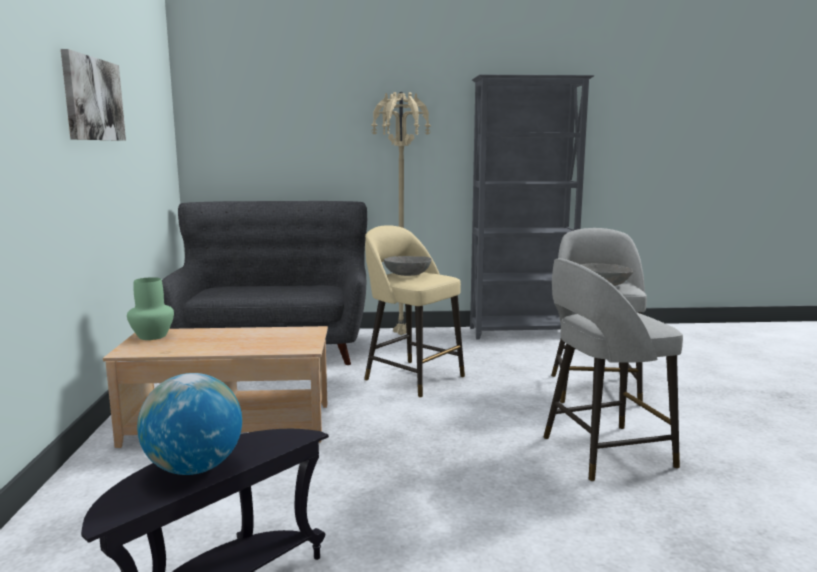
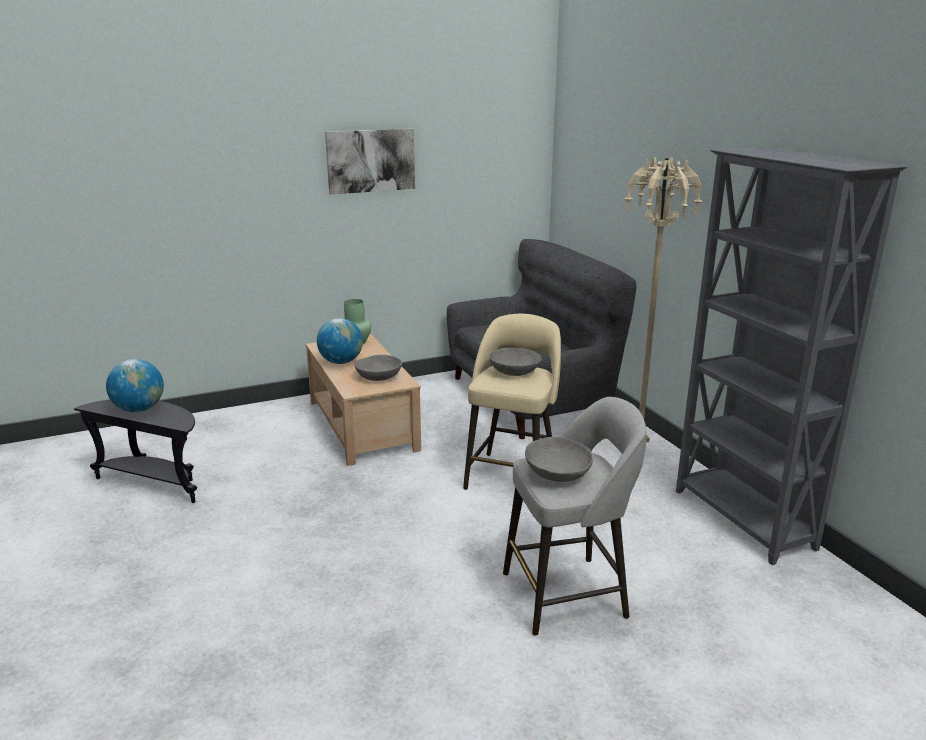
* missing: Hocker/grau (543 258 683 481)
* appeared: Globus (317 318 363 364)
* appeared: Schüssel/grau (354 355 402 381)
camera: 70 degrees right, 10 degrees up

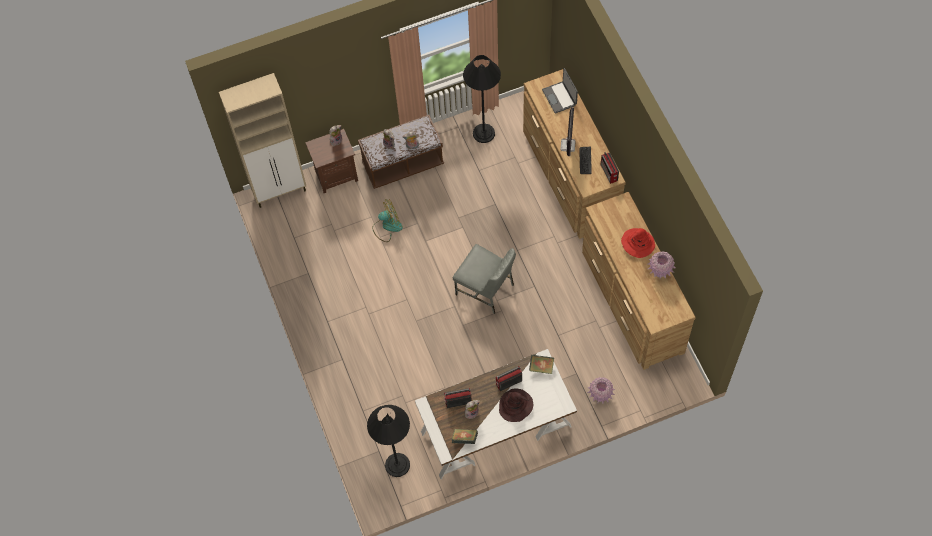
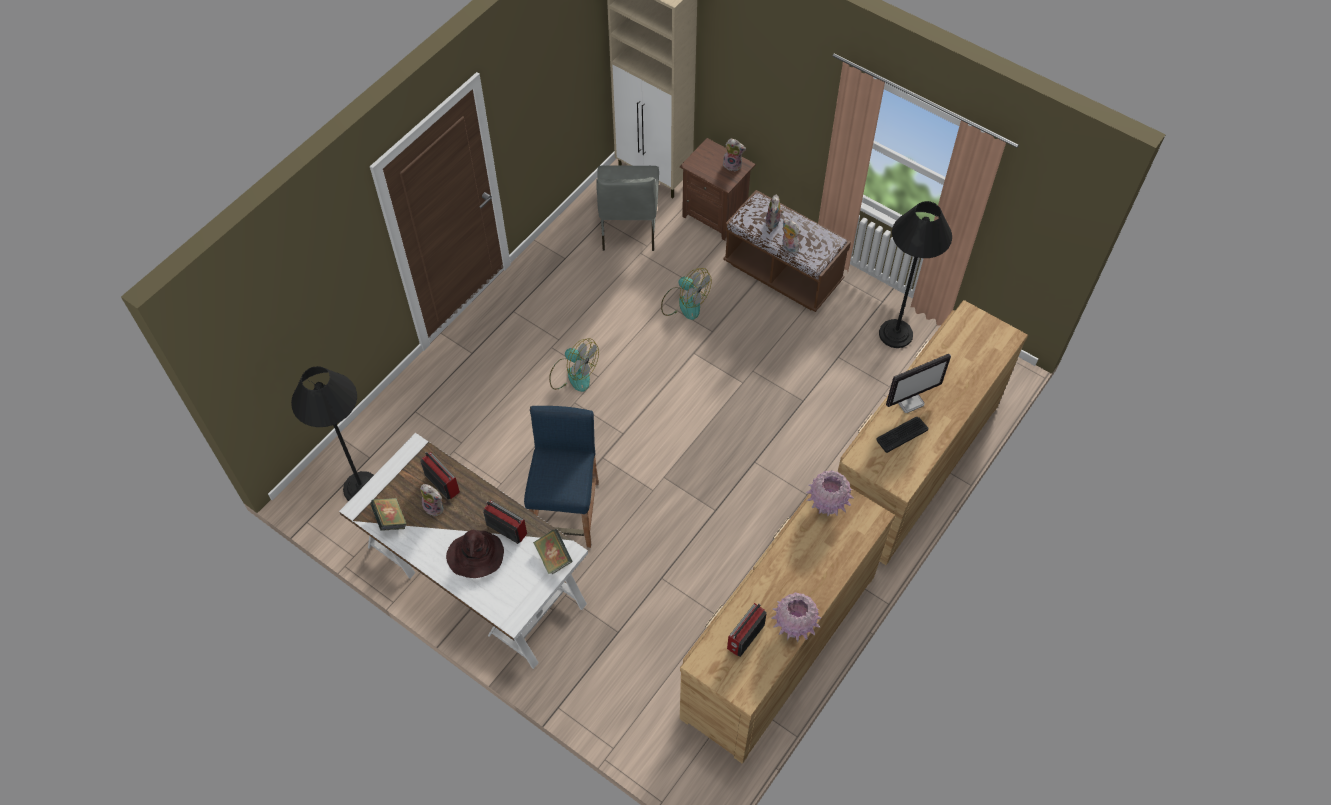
* missing: Laptop (542 68 578 113)
* relocated: Radio (601 152 619 184) to (727 603 767 657)
* missing: Hut/rot (621 228 655 258)
* relocated: Stuhl/grau (453 244 516 314) to (596 165 659 251)
* relocated: Vase/rosa (587 377 615 404) to (805 470 853 516)
* appeared: Ventilator (549 338 599 392)
* appeared: Hocker/blau (524 406 599 548)
camera: 55 degrees right, 5 degrees down

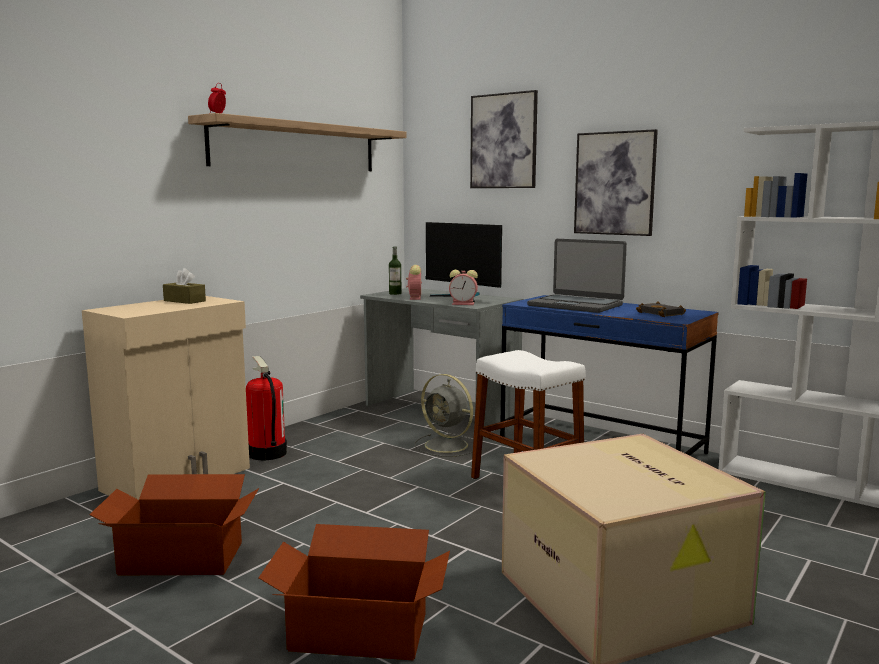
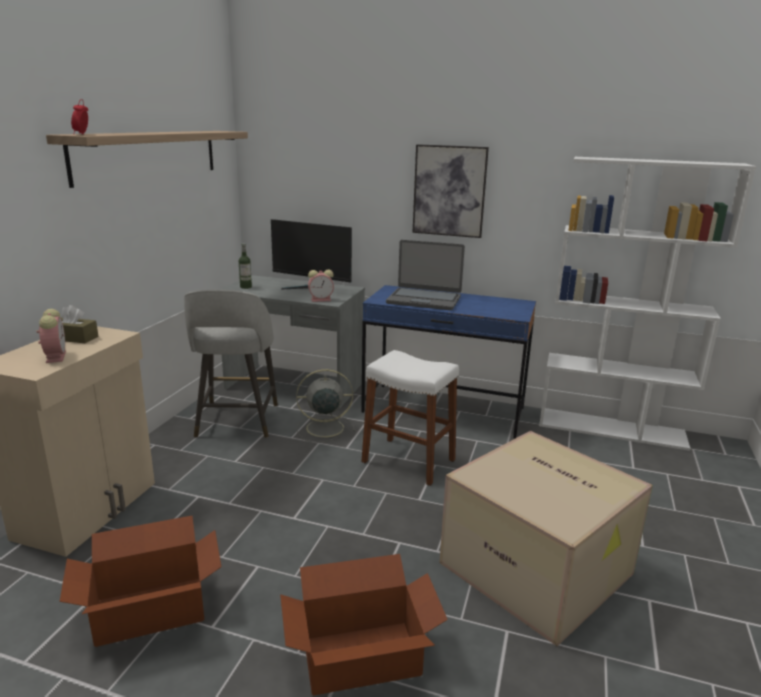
* missing: Bild (470 90 538 188)
* relocated: Wecker (406 265 422 300) to (36 309 66 363)
* missing: Buch/schwarz (636 302 686 317)
* missing: Feuerlöscher (246 356 287 460)
* spun: Ventilator/grau (414 374 473 457) = (296 369 355 443) 150 degrees clockwise
* appeared: Hocker/grau (184 289 278 438)
camera: 20 degrees left, 10 degrees up

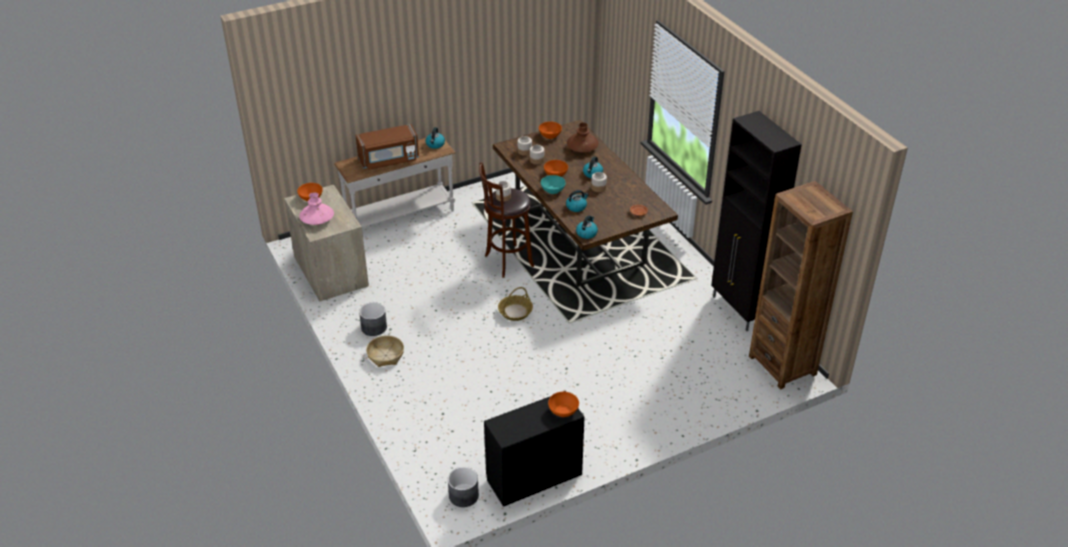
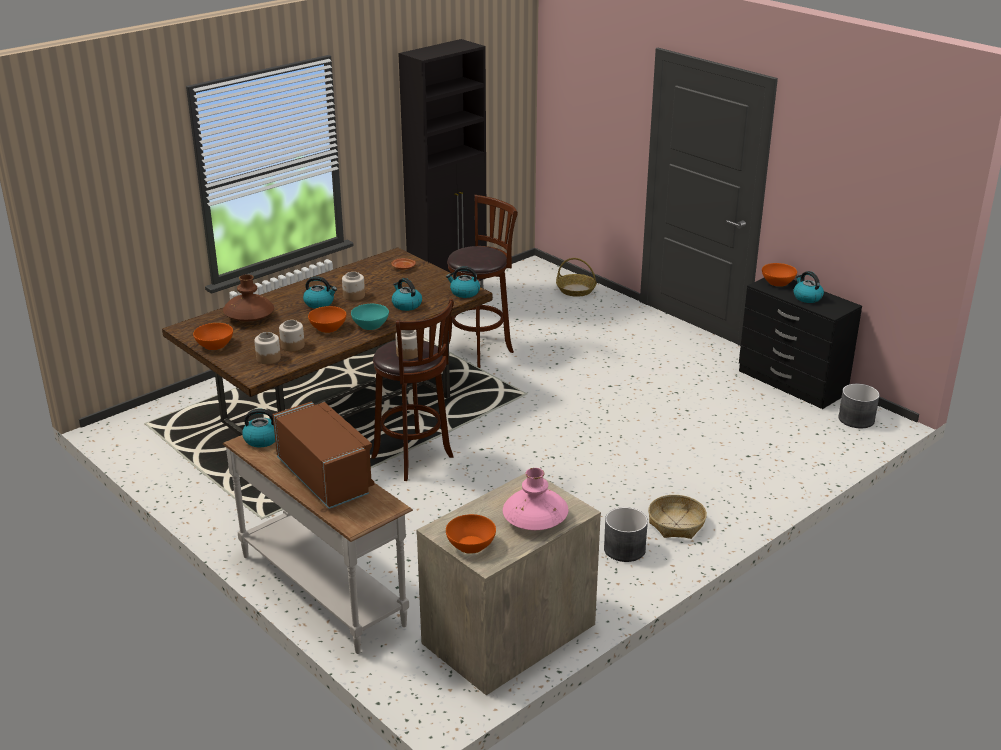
* missing: Bücherregal/braun (749 181 853 390)
* relocated: Korb (498 287 533 321) to (556 258 597 297)
* appeared: Hocker/braun (447 195 518 368)
* appeared: Wasserkessel (793 271 824 303)
camera: 105 degrees left, 10 degrees down

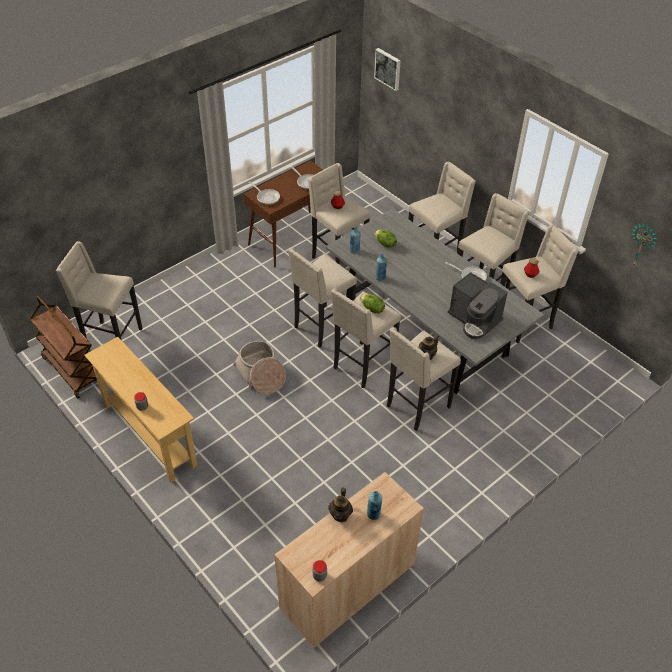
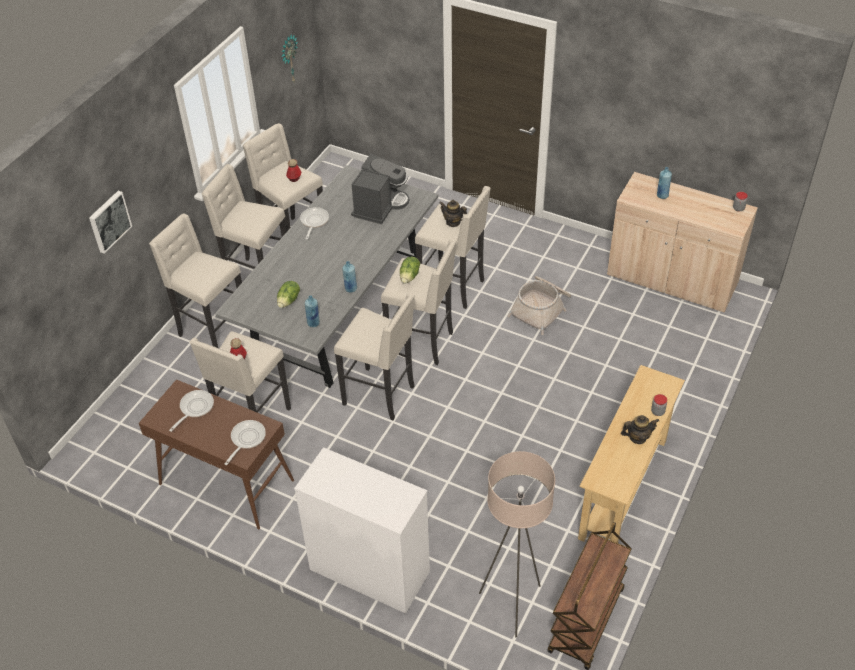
* relocated: Bild (374 48 401 91) to (89 191 132 254)
* exchanged: Hocker/beige (56 241 143 349) to Stehlampe/beige (479 451 555 638)
* relocated: Korb (233 341 286 394) to (507 276 571 335)
* relocated: Teekanne (328 488 353 522) to (621 415 659 444)
* appeared: Kommode/weiß (294 447 430 613)
camera: 110 degrees left, 0 degrees up

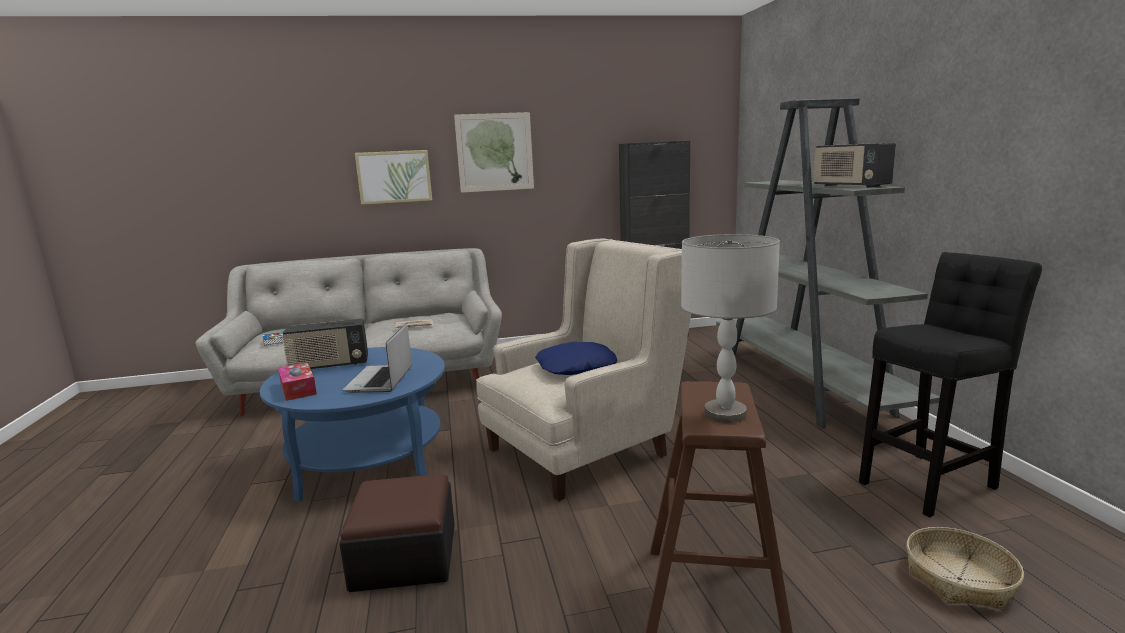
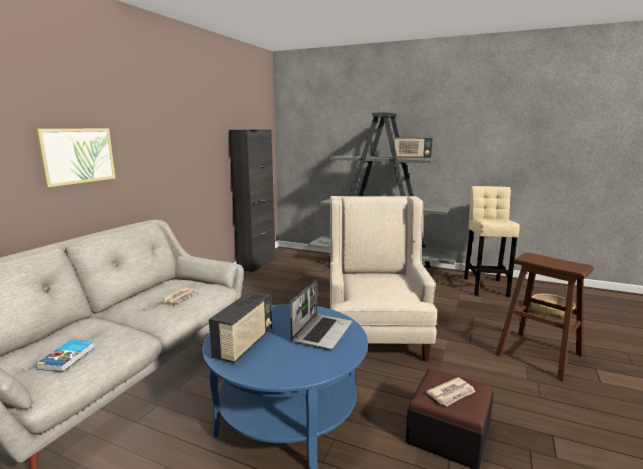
* missing: Bild (454 112 534 193)
* missing: Tischlampe/grau (681 234 780 423)
* colour: Hocker/schwarz (859 252 1042 517) to Hocker/beige (464 186 520 297)
* spun: Laptop (343 323 412 393) = (290 280 352 350) 105 degrees counterclockwise
* missing: Kissen/blau (535 342 618 375)
* missing: Taschentuchbox (278 362 317 401)
* appeared: Zeitung (426 377 476 407)
camera: 55 degrees left, 0 degrees up

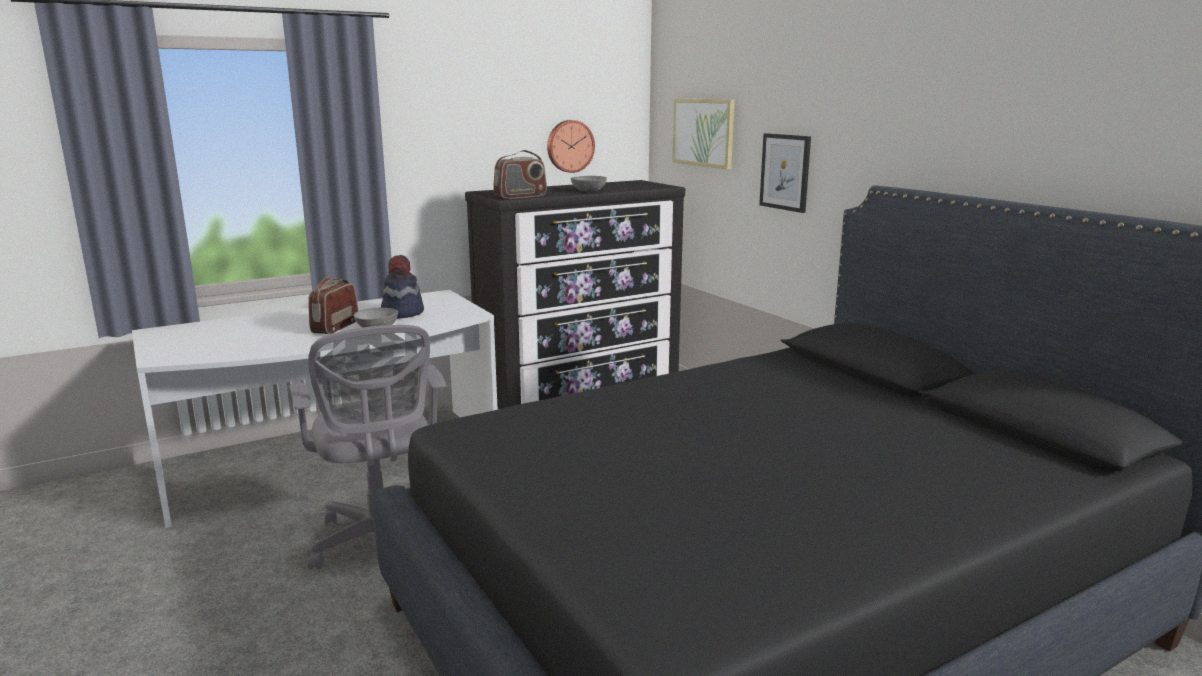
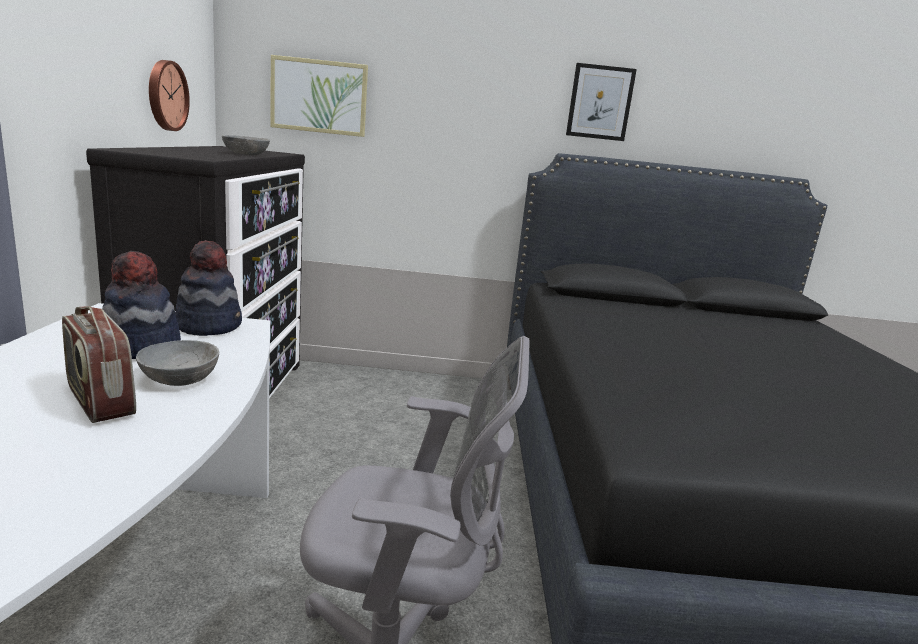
* relocated: Bild (759 133 811 213) to (566 63 637 141)
* missing: Radio (493 150 547 199)
* appeared: Hut (175 240 242 336)
camera: 60 degrees left, 0 degrees up

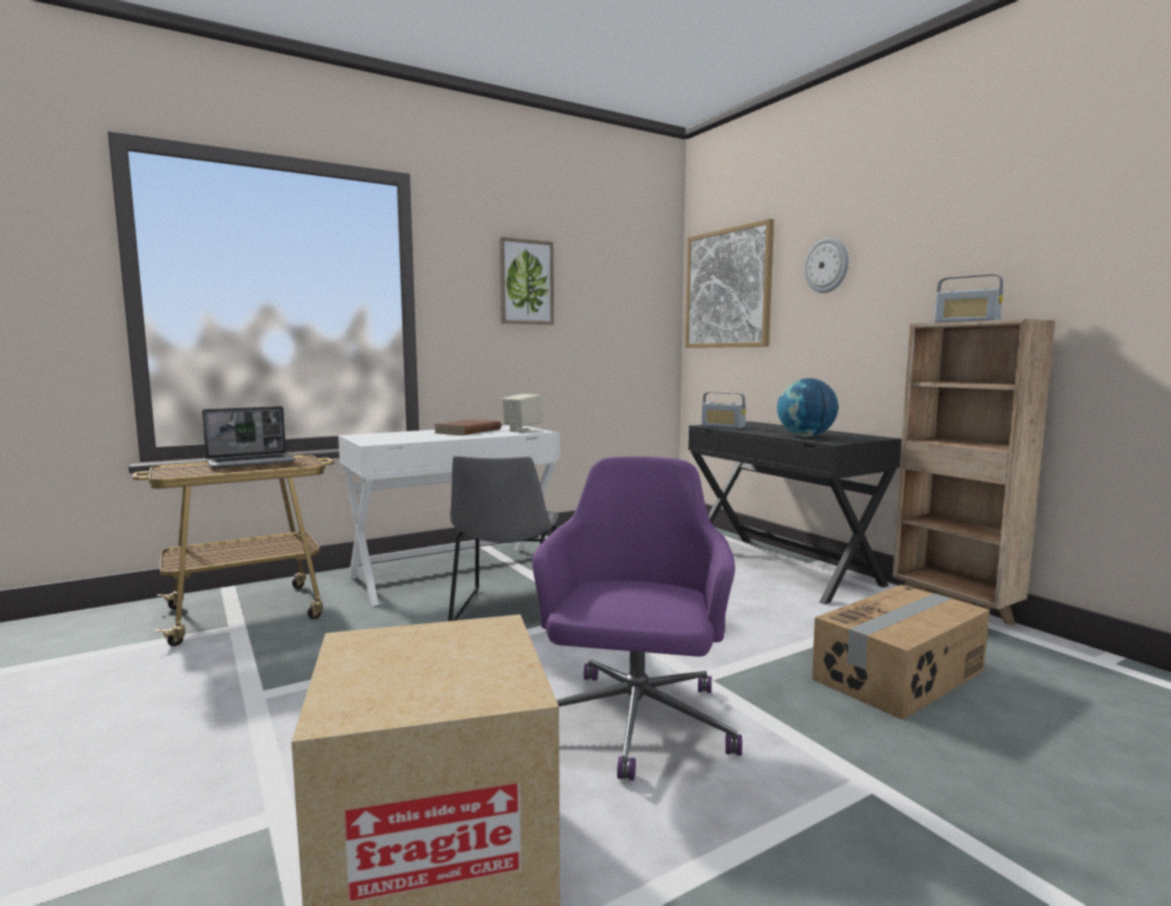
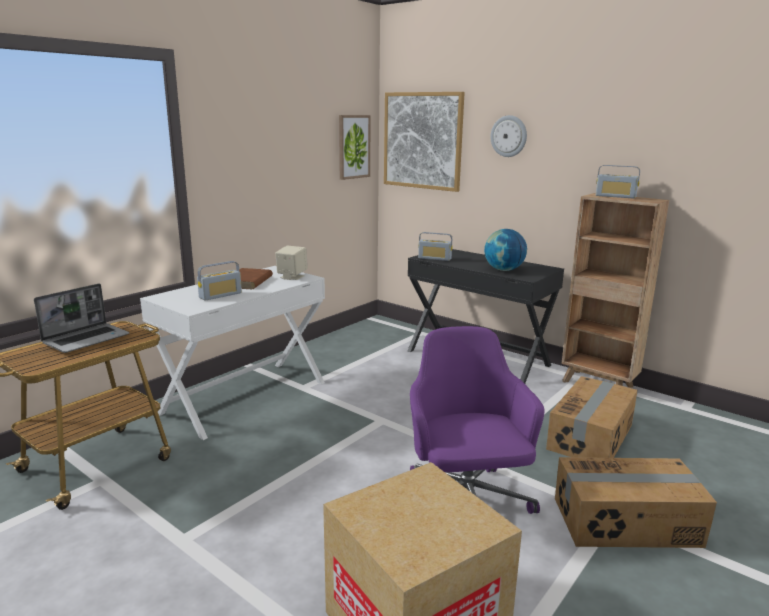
* relocated: Bild (499 237 554 325) to (339 115 371 180)
* missing: Stuhl/grau (448 456 559 632)
* appeared: Radio (197 261 242 301)
* appeared: Karton (555 457 717 548)
camera: 20 degrees left, 10 degrees up

